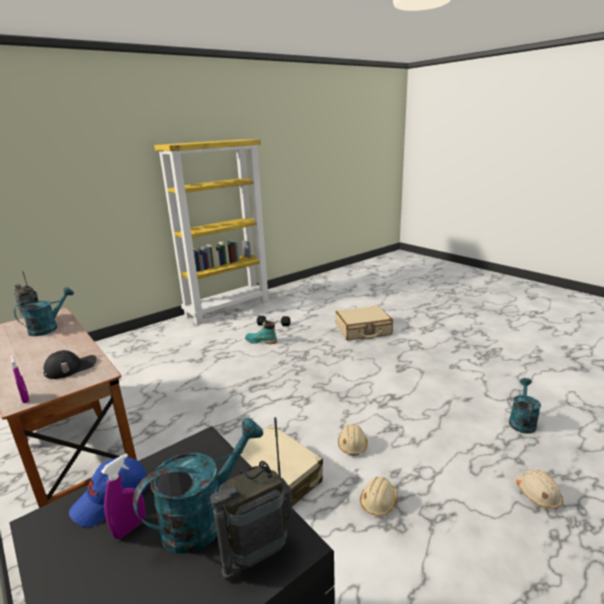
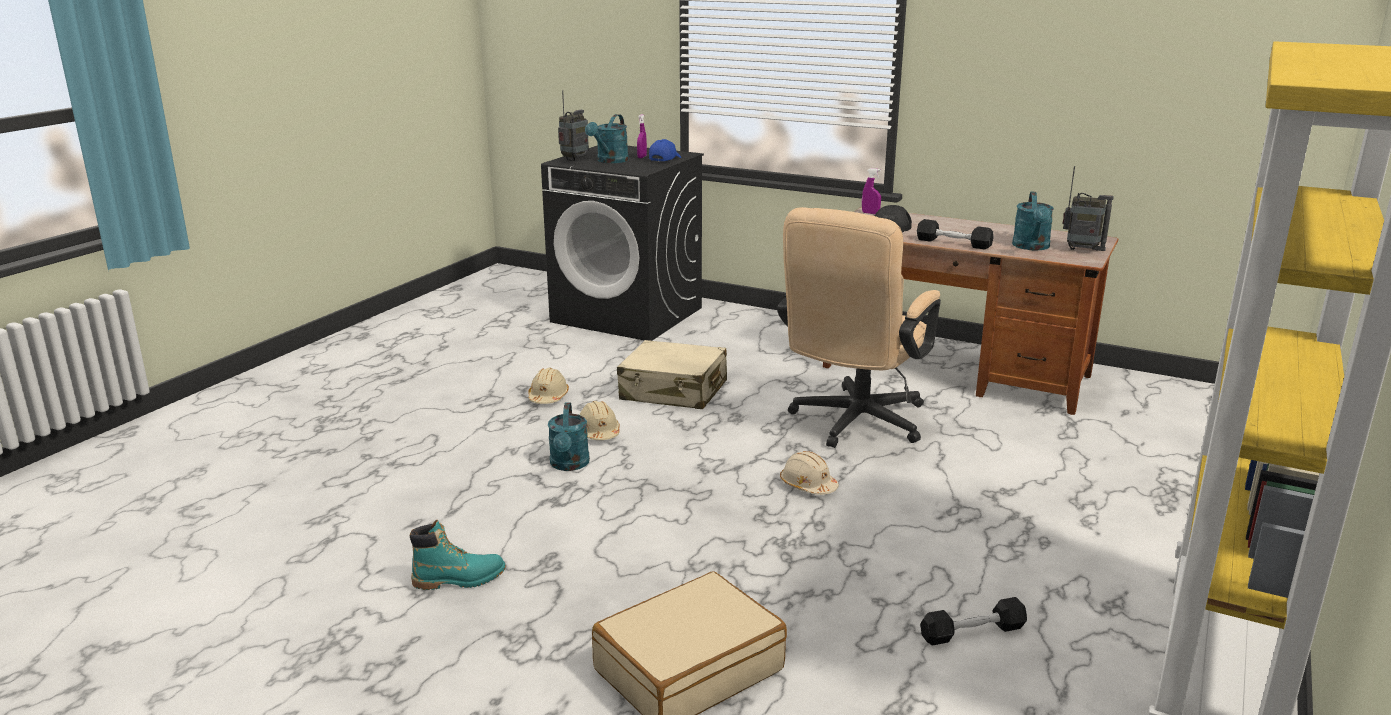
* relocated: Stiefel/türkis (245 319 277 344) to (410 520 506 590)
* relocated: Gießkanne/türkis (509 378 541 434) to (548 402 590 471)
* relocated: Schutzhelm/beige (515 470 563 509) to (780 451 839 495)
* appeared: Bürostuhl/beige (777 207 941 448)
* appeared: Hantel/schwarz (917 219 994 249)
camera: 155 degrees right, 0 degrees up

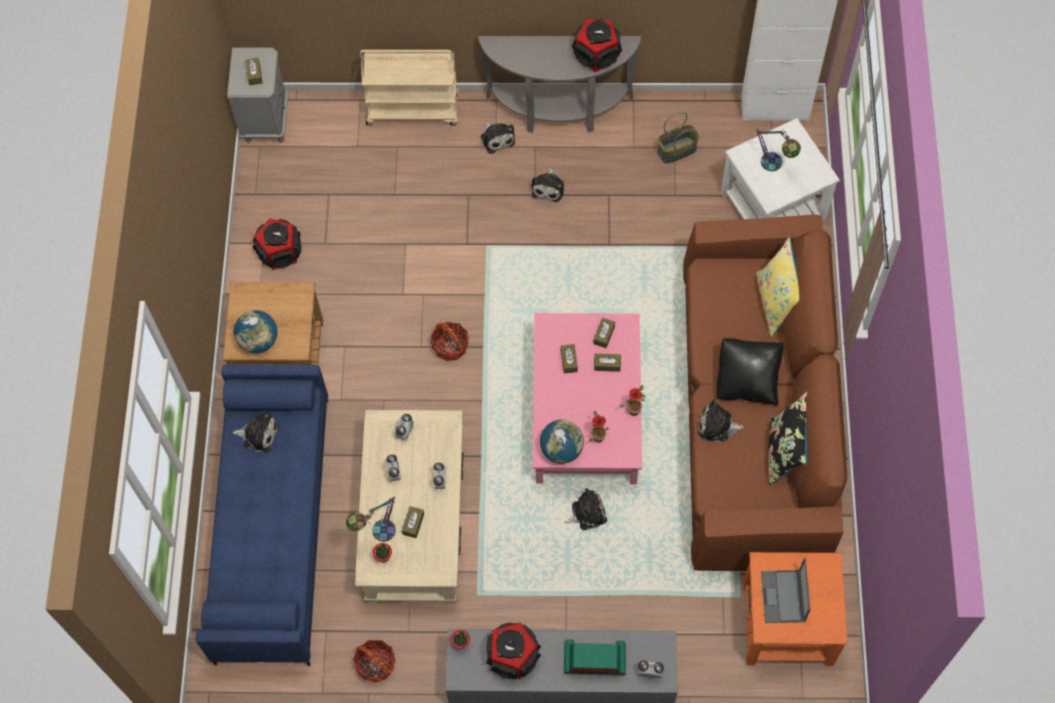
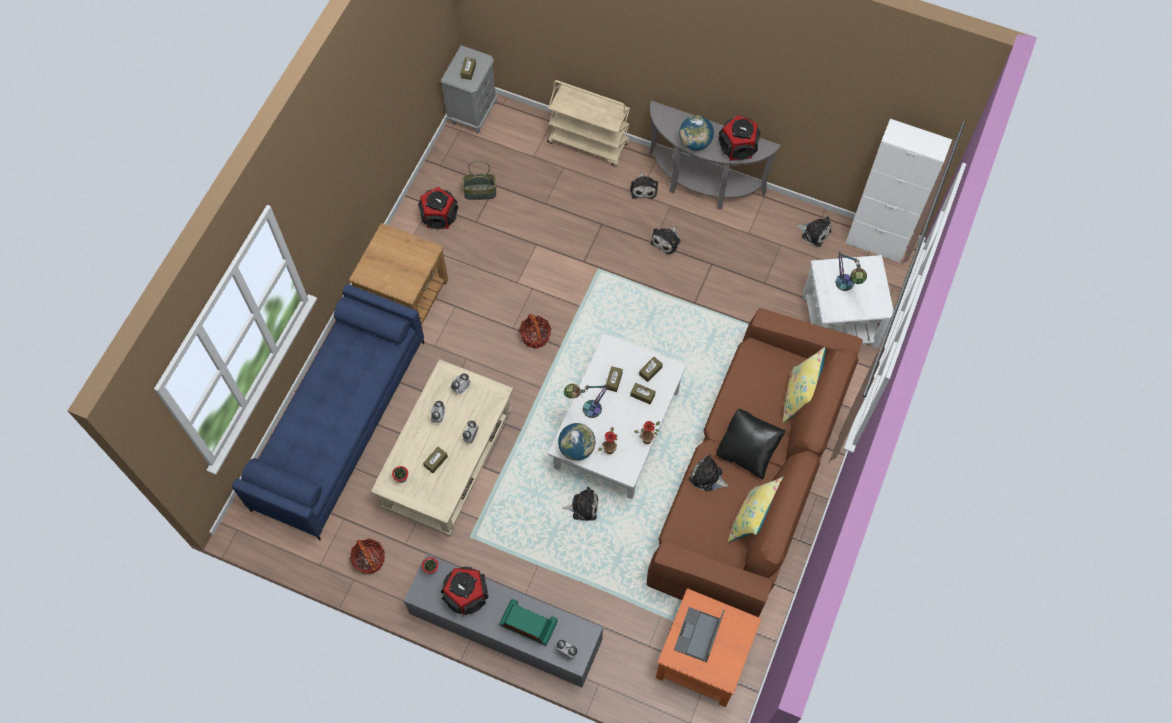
* relocated: Korb (657 112 699 163) to (462 161 496 200)
* relocated: Globus (234 310 278 353) to (679 115 714 150)
* colour: Couchtisch/rosa (533 313 642 484) to Couchtisch/weiß (548 334 686 499)
* colour: Kissen/schwarz (768 392 807 487) to Kissen/gelb (728 476 784 543)
* relocated: Plüschtier (233 411 279 452) to (796 216 831 247)
* relocated: Tischlampe (346 496 396 542) to (564 384 609 418)
camera: 20 degrees right, 0 degrees up

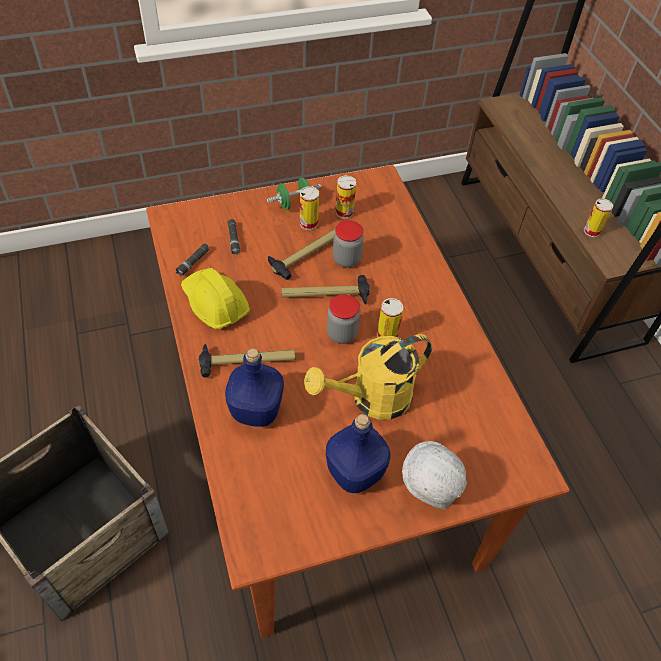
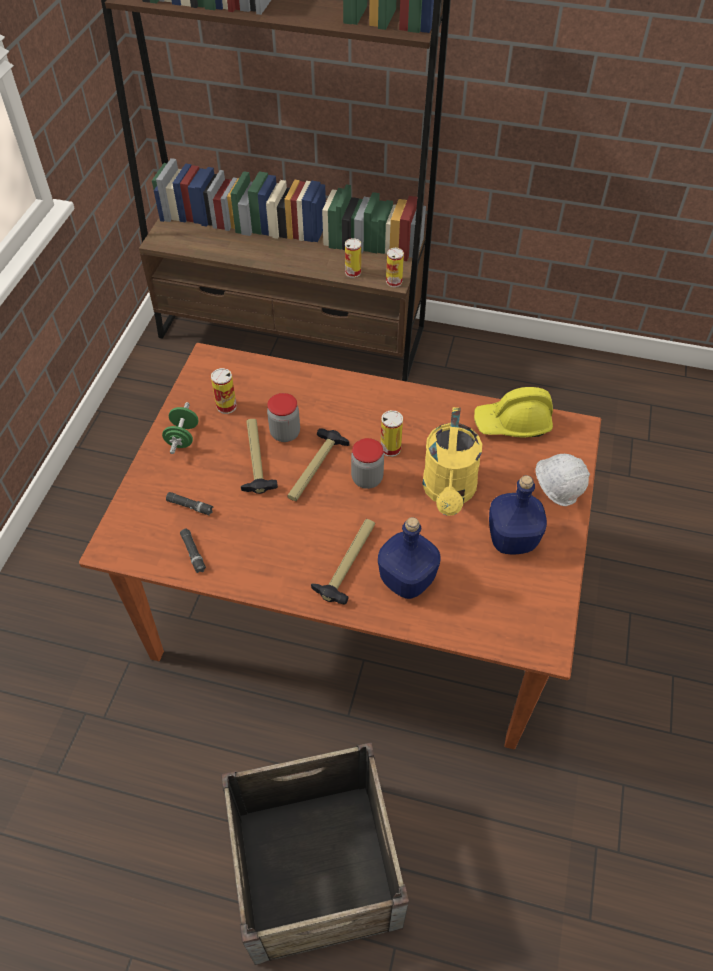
* relocated: Dose (300 186 319 230) to (386 248 404 287)
* relocated: Schutzhelm/gelb (181 268 250 329) to (474 387 553 437)
camera: 55 degrees left, 0 degrees up

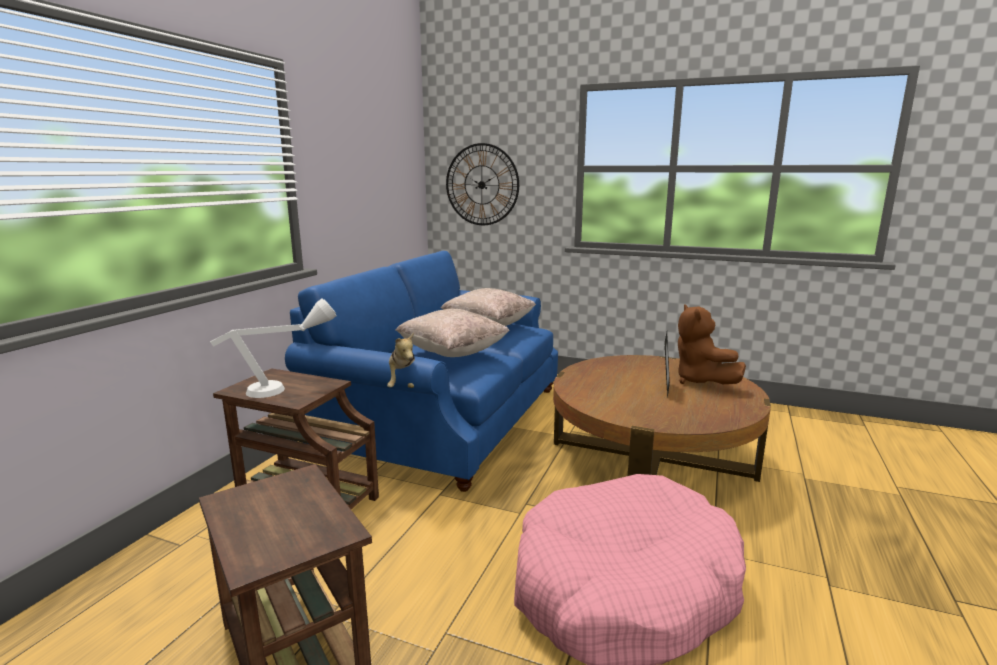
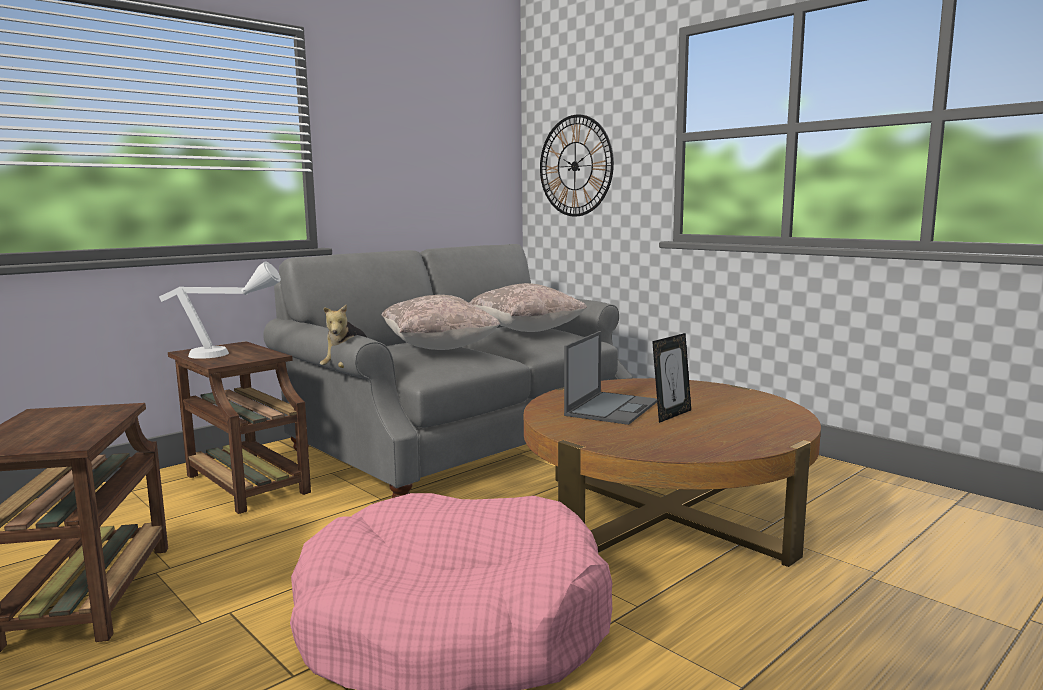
* colour: Sofa/blau (285 251 558 492) to Sofa/grau (263 244 633 498)
* missing: Plüschtier/braun (678 304 746 384)
* appeared: Laptop (564 331 657 425)
camera: 25 degrees right, 5 degrees down

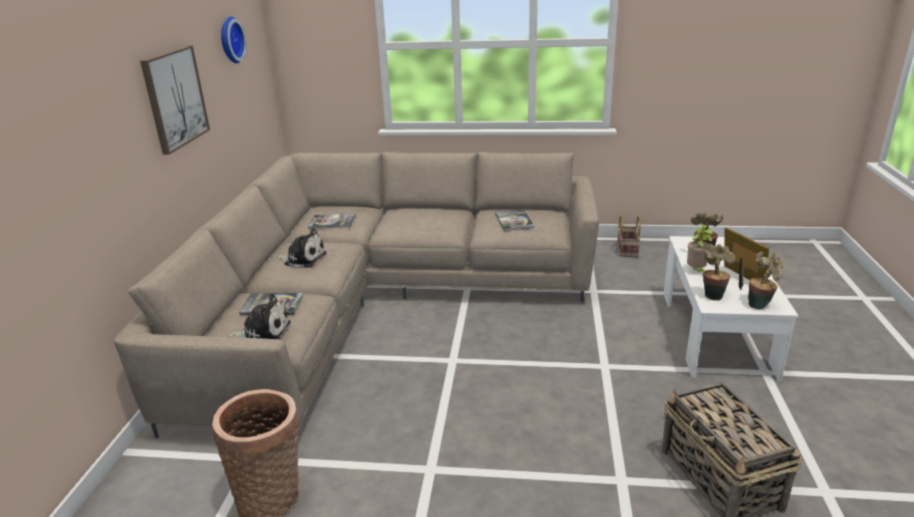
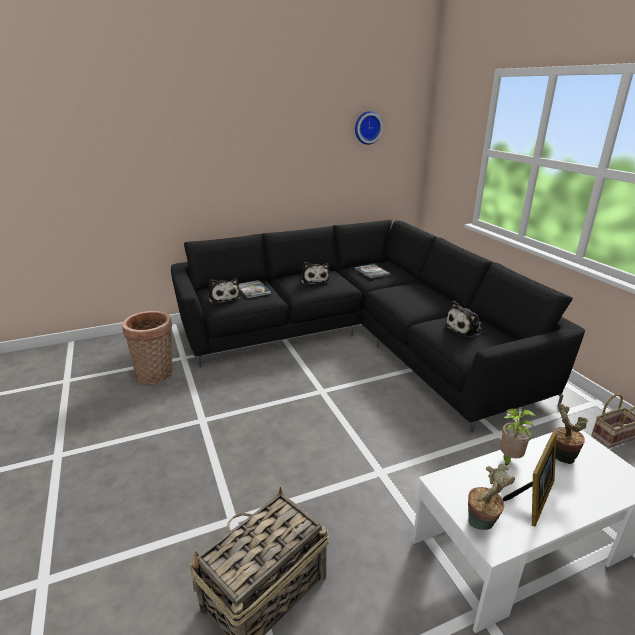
* missing: Bild (140 46 210 155)
* colour: Sofa/beige (114 152 599 438) to Sofa/schwarz (171 220 585 433)
* exchanged: Buch (495 209 534 231) to Plüschtier (444 301 483 337)
* missing: Topfpflanze (703 244 735 301)
camera: 60 degrees right, 0 degrees up

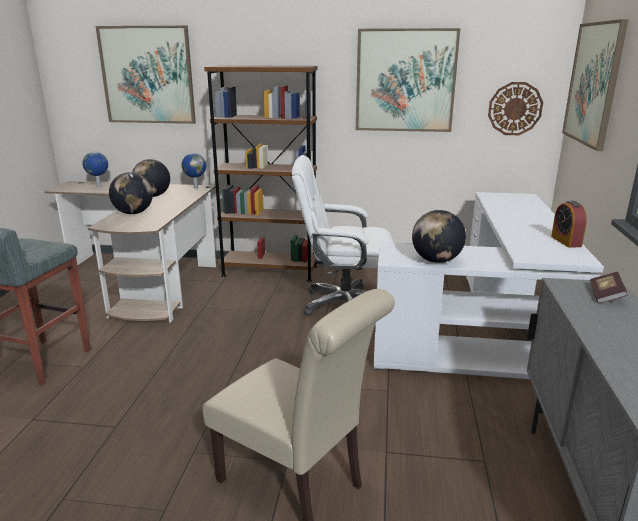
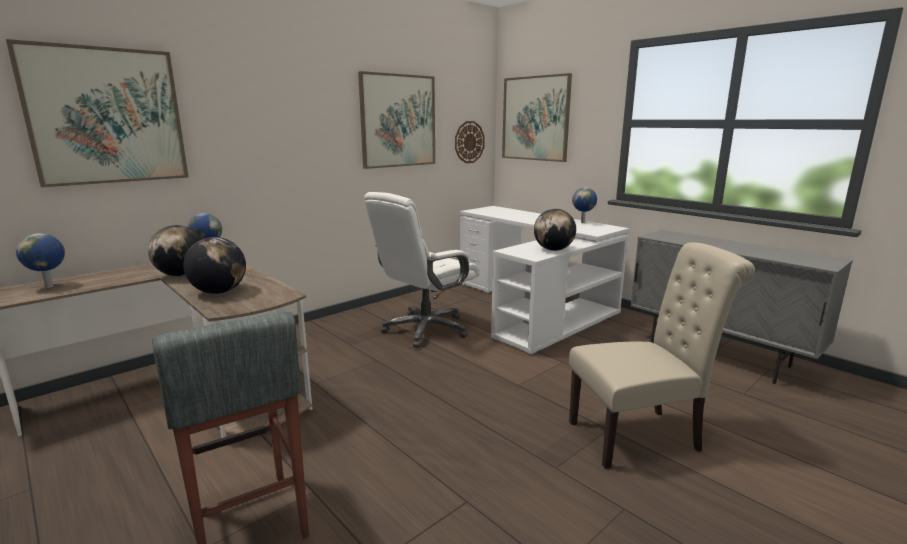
* missing: Bücherregal/braun (204 65 318 282)
* exchanged: Wecker (551 201 587 248) to Globus (572 187 597 223)
* missing: Buch (590 272 628 304)
camera: 50 degrees left, 5 degrees down

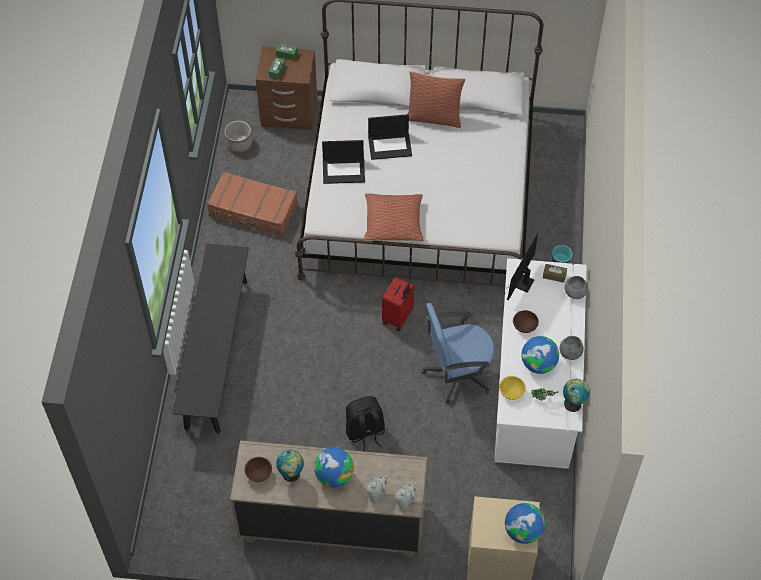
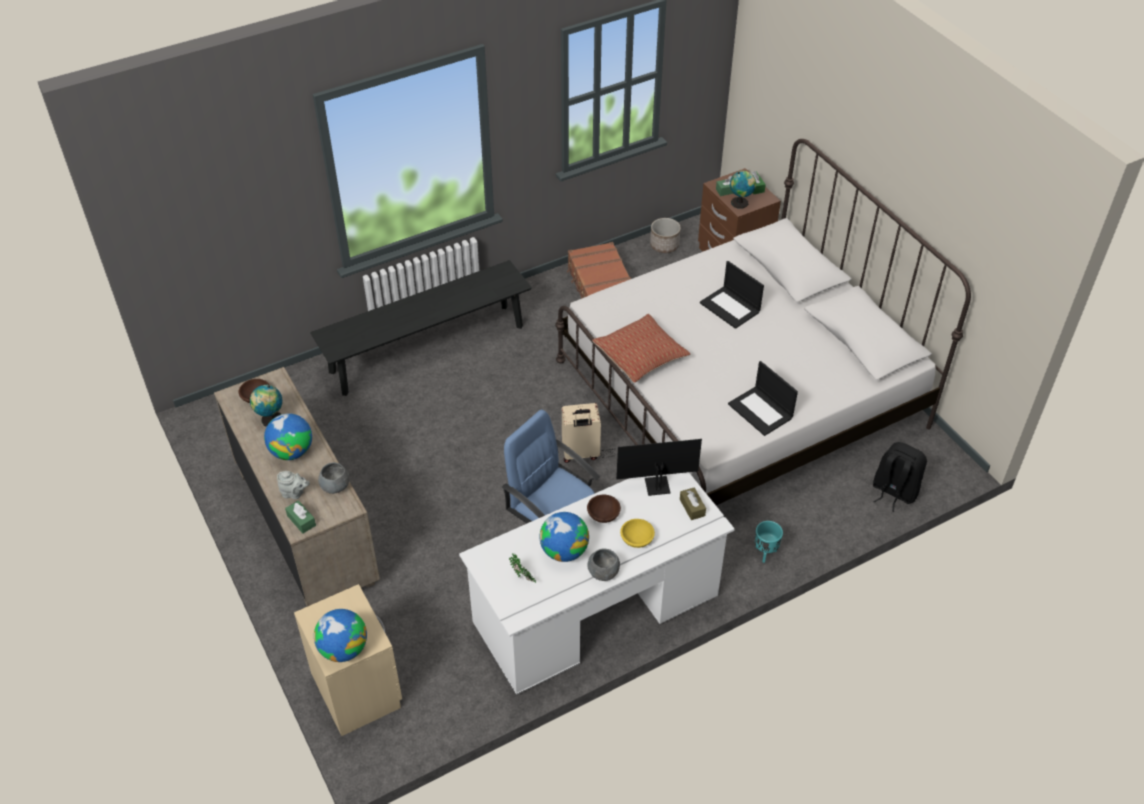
* missing: Kissen (407 71 465 128)
* relocated: Laptop (322 140 365 184) to (728 361 798 436)
* relocated: Schüssel/grau (564 276 588 299) to (318 462 350 494)
* colour: Koffer/rot (382 277 414 331) to Koffer/beige (562 403 601 463)
* relocated: Schüssel/gelb (499 376 526 400) to (620 519 655 548)
* relocated: Globus (563 379 590 412) to (730 171 756 209)
* relocated: Rucksack/schwarz (346 396 385 452) to (873 442 927 512)
* exchanged: Teekanne/grau (395 482 417 509) to Taschentuchbox/grün (285 500 316 534)
camera: 55 degrees right, 10 degrees down

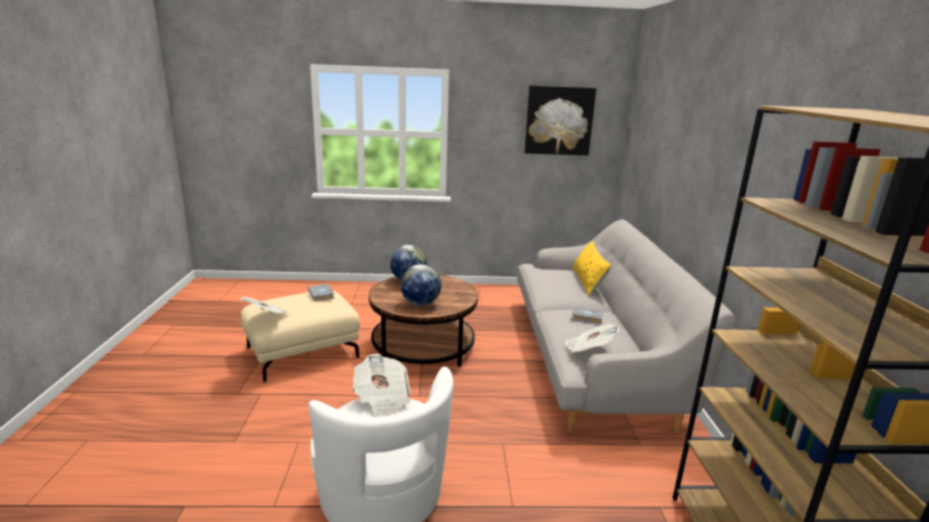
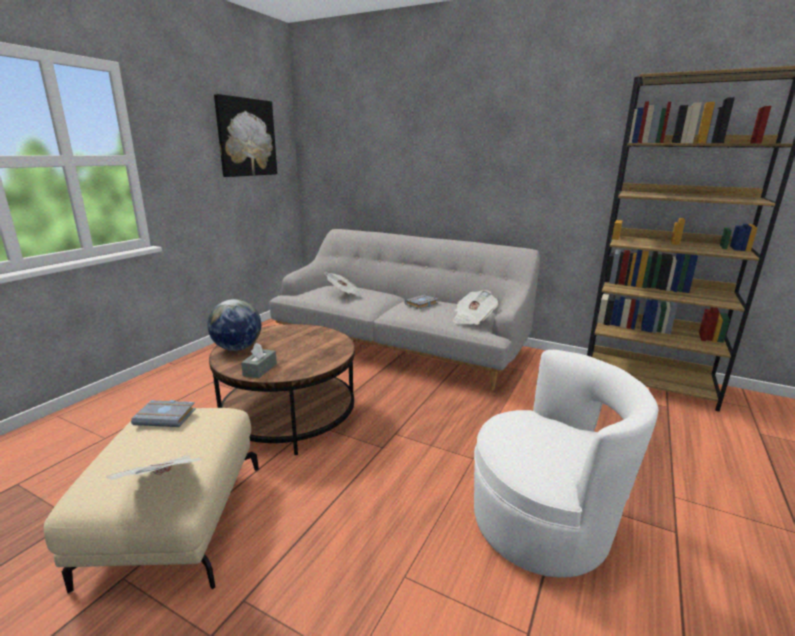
* missing: Kissen/gelb (572 241 612 296)
* missing: Globus (400 264 441 306)
* relocated: Zeitung (352 354 411 417) to (324 272 363 297)
* appeared: Taschentuchbox/grau (241 343 277 379)
camera: 60 degrees left, 0 degrees up

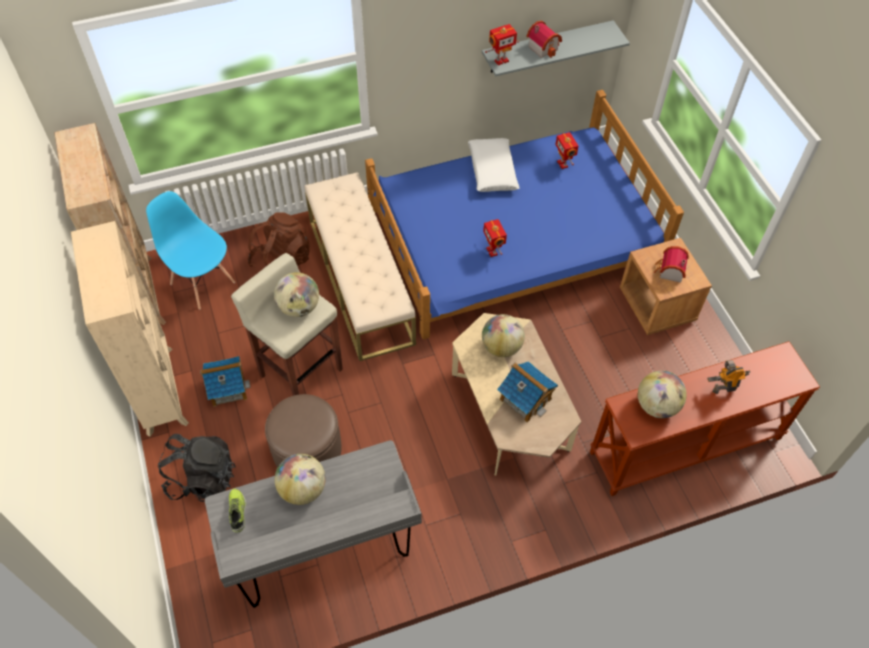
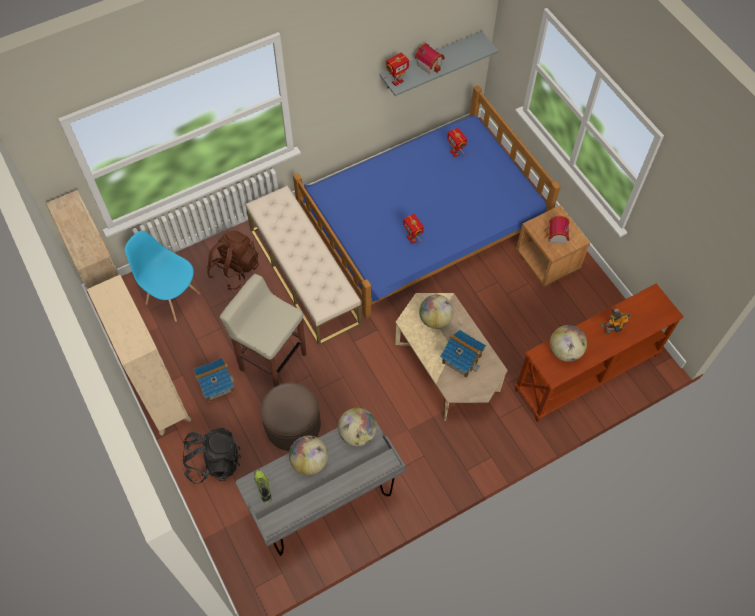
* missing: Kissen/weiß (468 138 520 192)
* relocated: Globus (274 272 319 317) to (338 408 376 446)
camera: 10 degrees left, 5 degrees up

